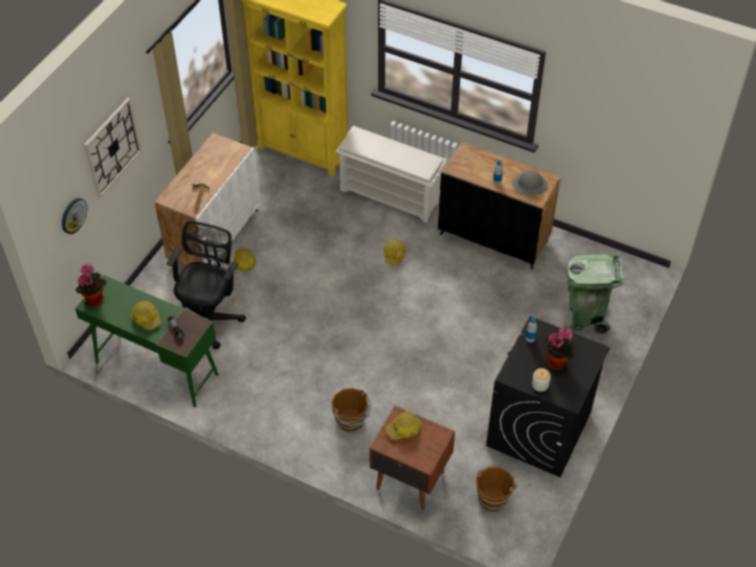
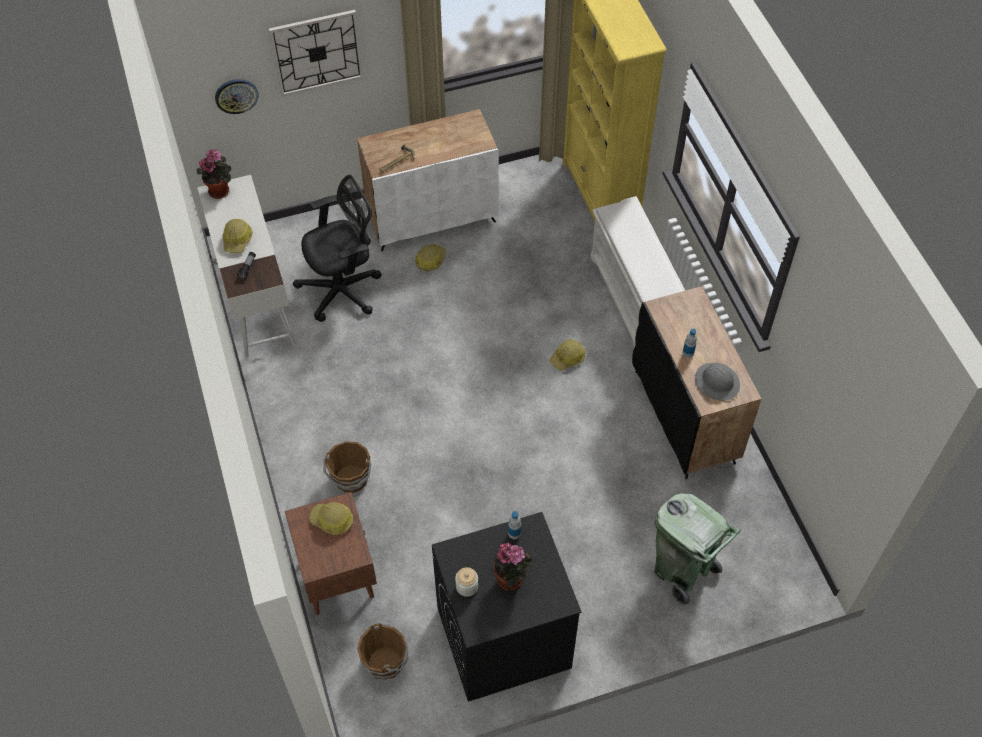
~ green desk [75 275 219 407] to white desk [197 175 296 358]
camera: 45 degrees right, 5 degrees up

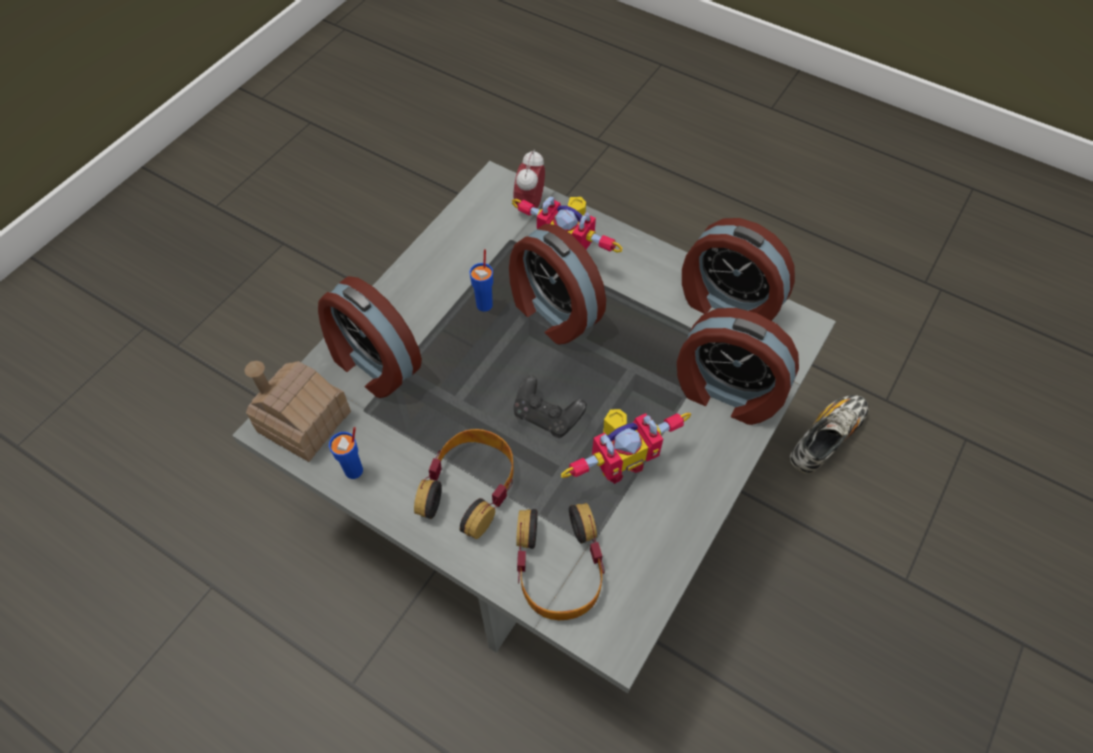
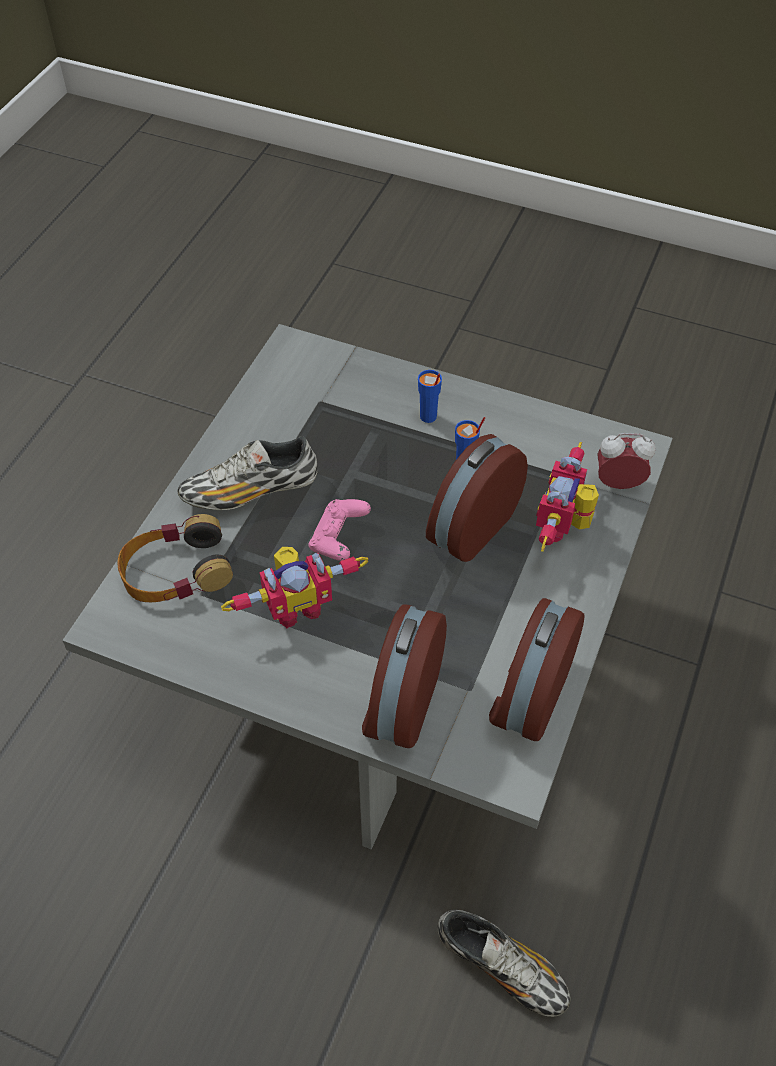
- alarm clock [318 276 422 398]
- toy house [245 361 351 462]
~ black game controller [514 375 587 438] to pink game controller [308 499 371 561]
~ toy robot [561 409 691 484] = [221 547 368 628] 75 degrees counterclockwise
~ blue cup [329 427 363 479] to [418 370 442 423]
~ headphones [414 429 514 539] to shoe [178 436 317 510]
camera: 80 degrees right, 5 degrees down

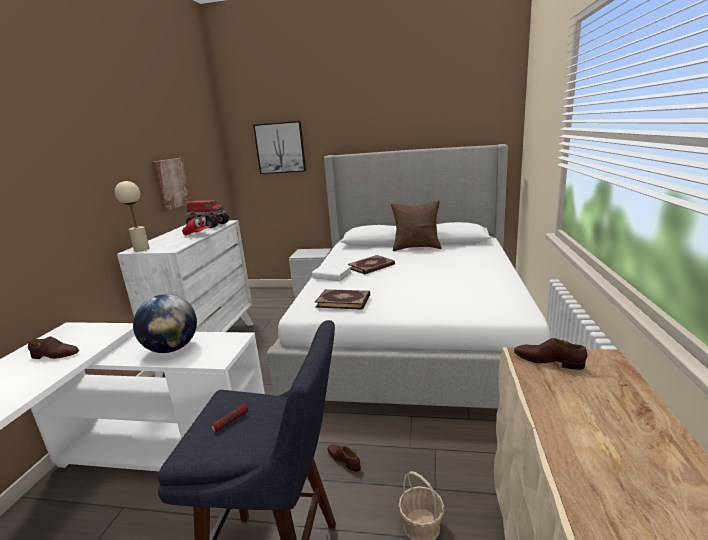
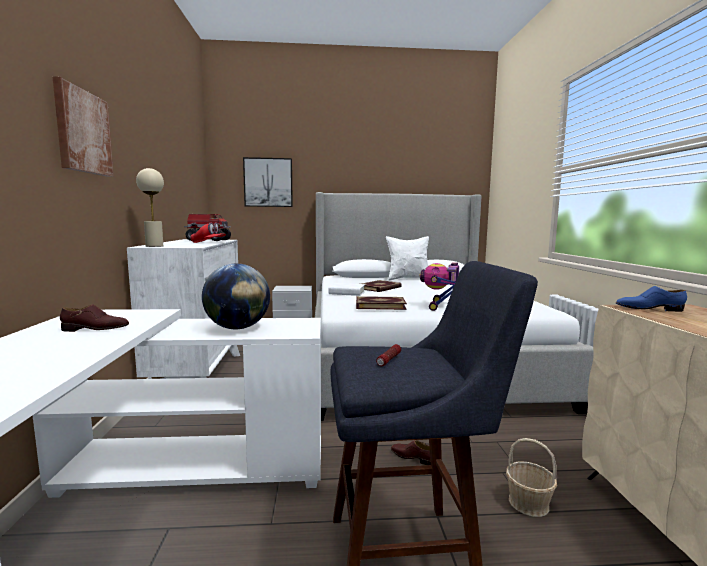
~ picture [152 158 192 212] to [52 76 114 177]
~ brown pillow [391 200 442 251] to white pillow [386 236 429 281]
~ brown shoe [514 338 587 370] to blue shoe [616 286 687 312]
+ toy robot [419 262 459 311]
camera: 15 degrees left, 10 degrees down

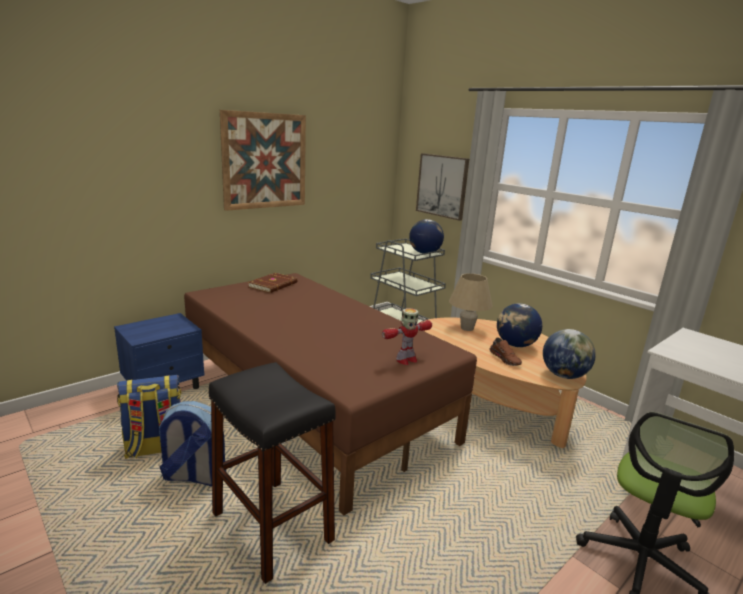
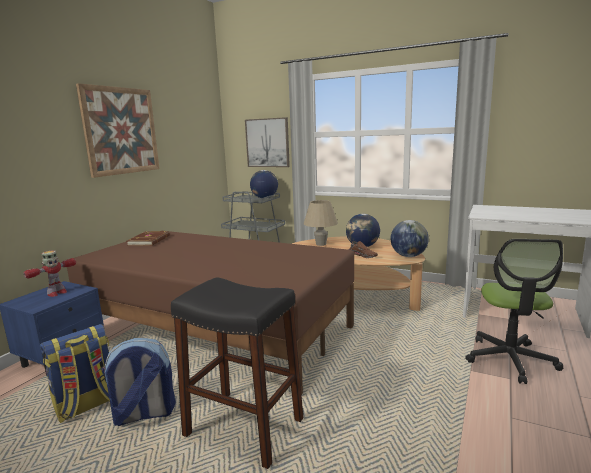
~ toy robot [382 308 432 365] to [23 251 76 297]
camera: 20 degrees left, 5 degrees down

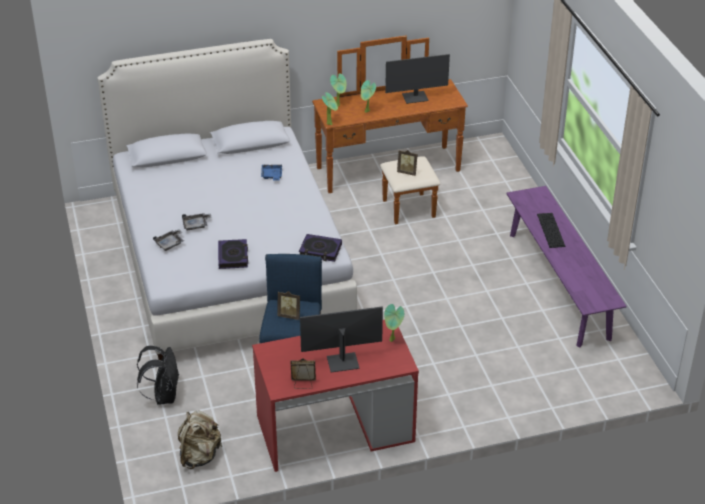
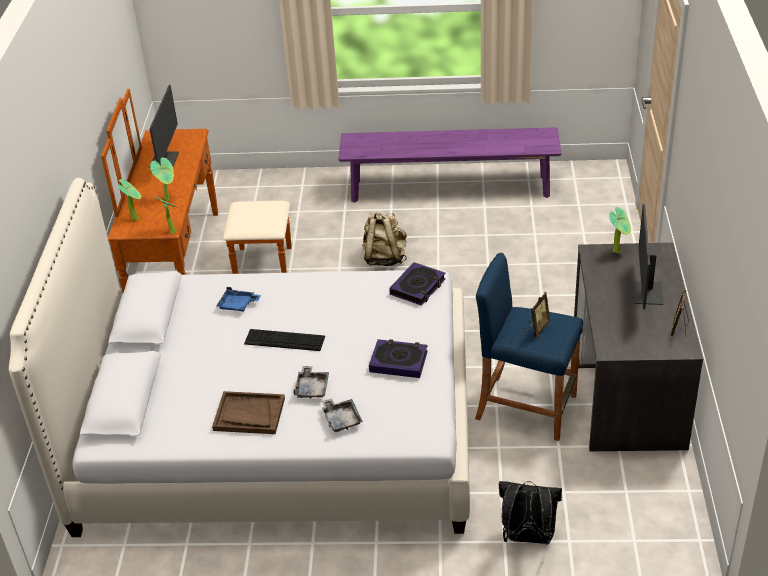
- picture frame [397 150 417 176]
~ keyboard [537 213 565 248] to [244 329 325 351]
~ red desk [252 320 419 472] to grey desk [574 243 703 451]
~ beige backpack [178 411 222 469] to [362 212 407 266]
+ brown tray [212 391 285 434]
camera: 70 degrees left, 0 degrees up

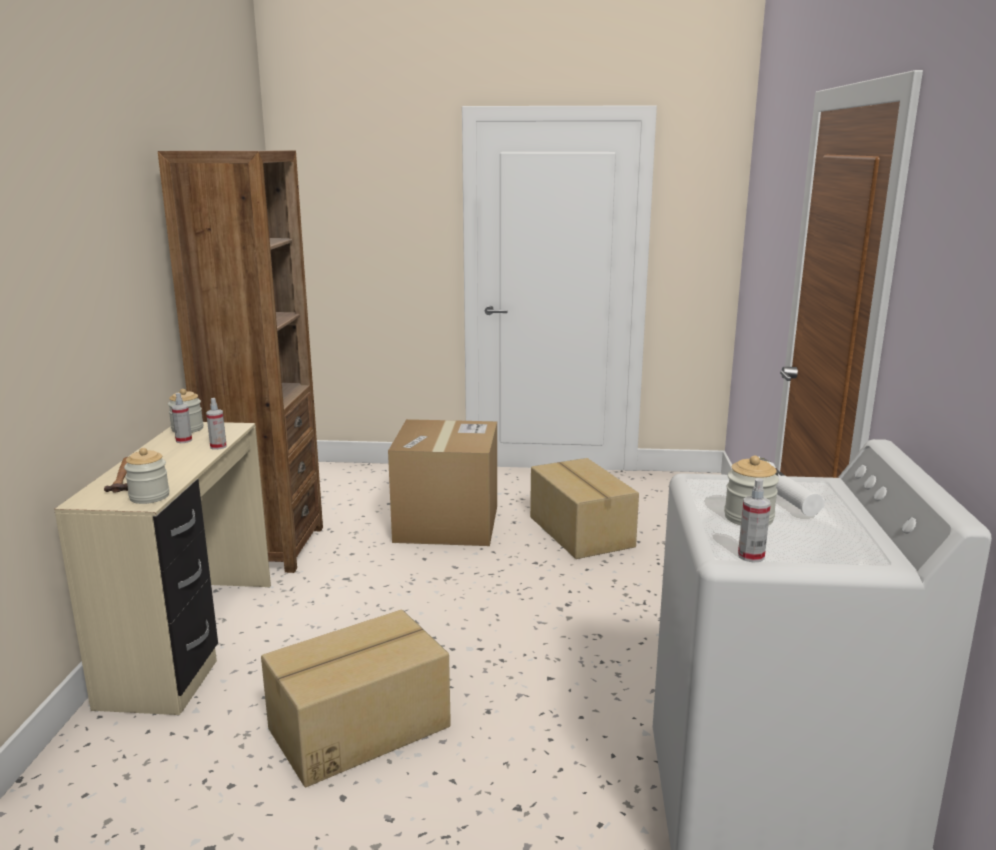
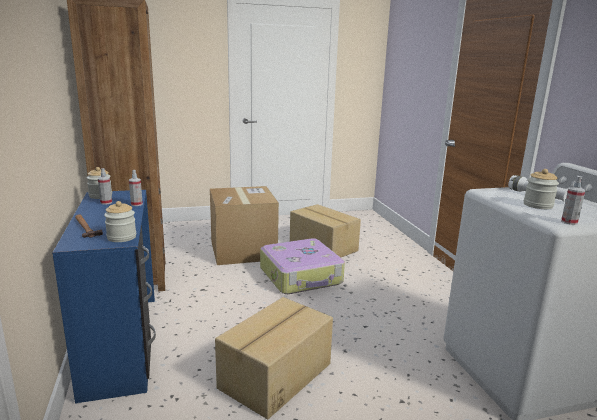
~ beige desk [54 422 271 716] to blue desk [52 190 156 404]
+ suitcase [260 238 345 294]
camera: 20 degrees left, 0 degrees up

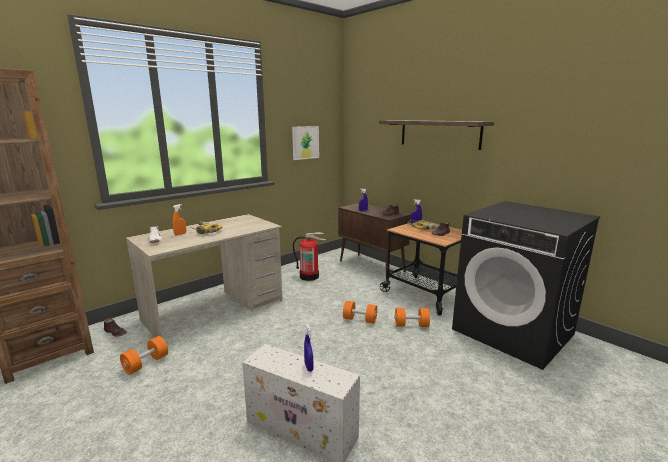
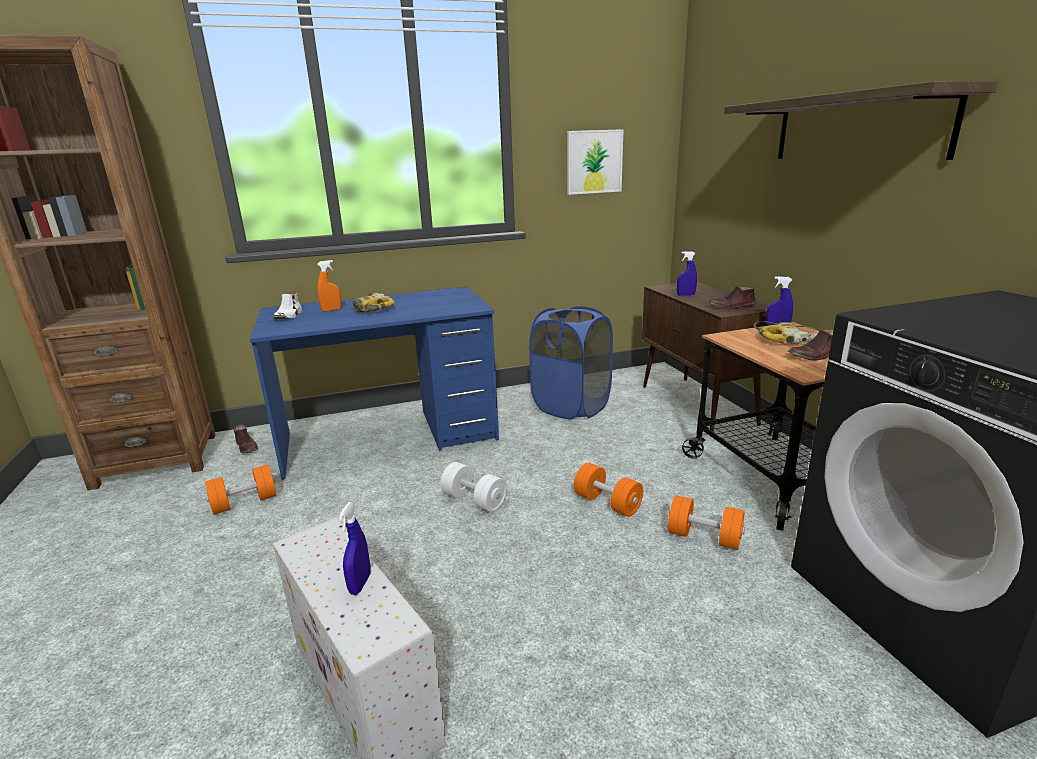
~ beige desk [126 214 282 338] to blue desk [250 287 499 480]
~ fire extinguisher [293 232 326 281] to blue laundry basket [529 306 613 419]
+ white dumbbell [440 462 507 512]
camera: 25 degrees right, 5 degrees up

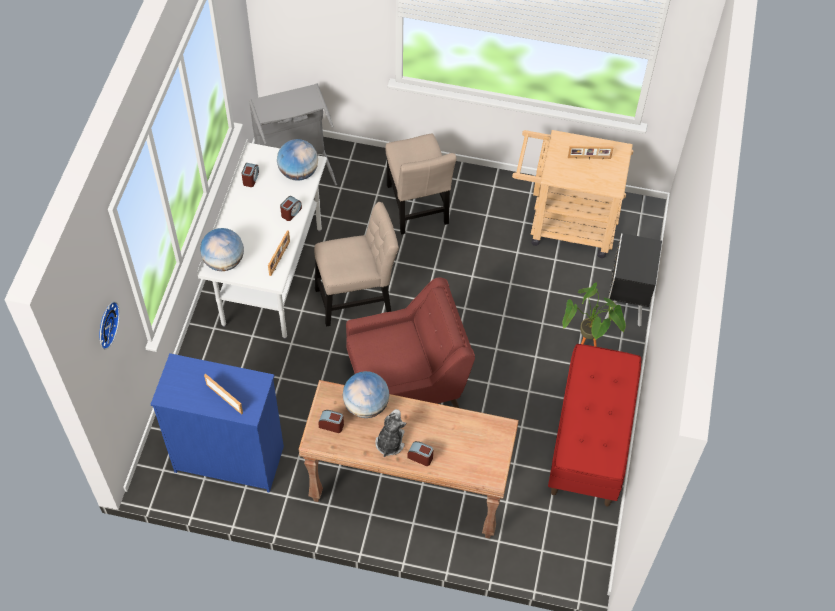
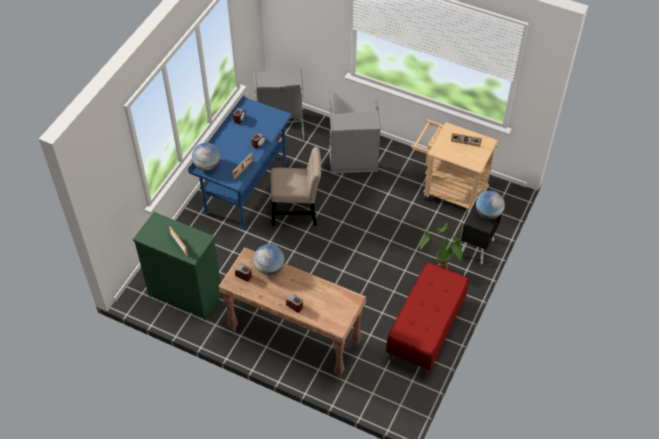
~ beige chair [386 134 457 235] to grey laundry basket [329 100 381 174]
~ white desk [197 139 327 339] to blue desk [188 95 292 228]
~ globe [277 139 318 181] to [476 191 505 219]
- red armchair [346 277 475 408]
- wall clock [99 301 120 350]
~ blue dresser [151 353 284 493] to green dresser [133 212 222 320]
- plush toy [375 409 406 457]
camera: 15 degrees right, 5 degrees down

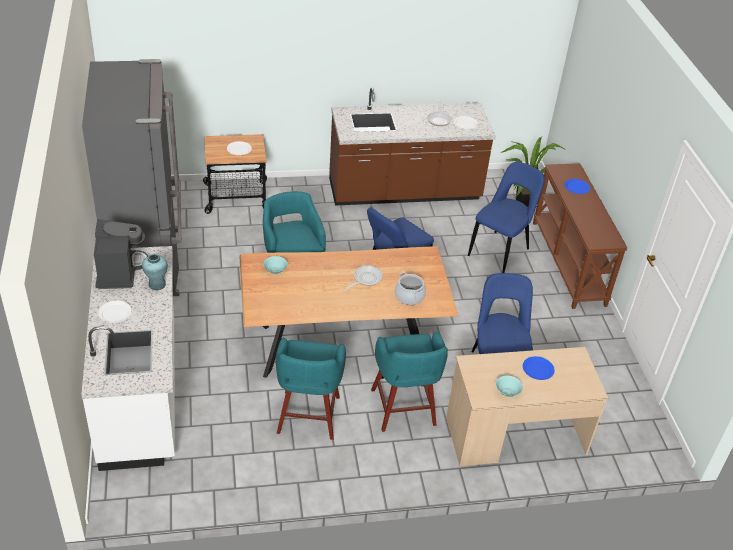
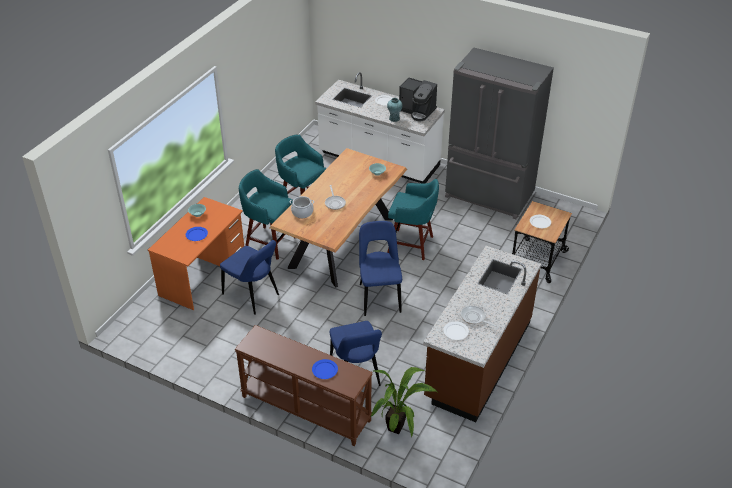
~ beige desk [446 347 608 466] to orange desk [148 197 244 310]
camera: 130 degrees right, 0 degrees up

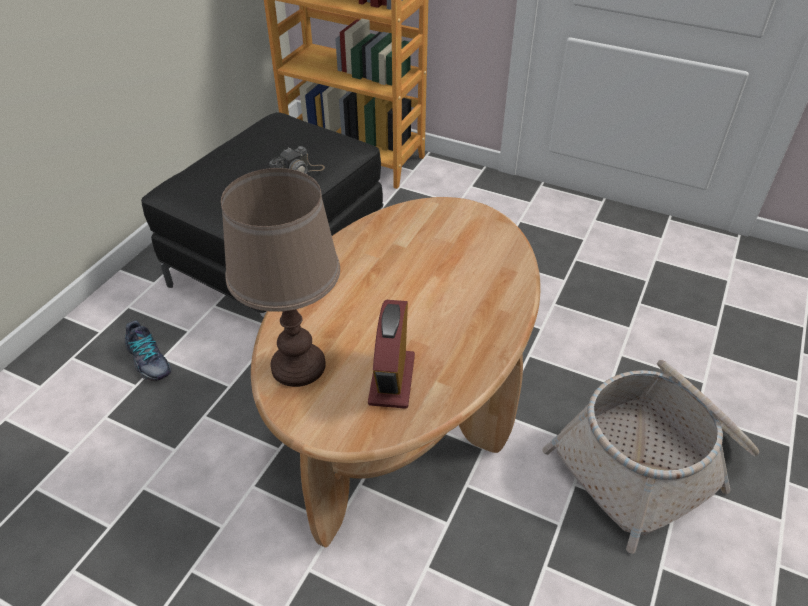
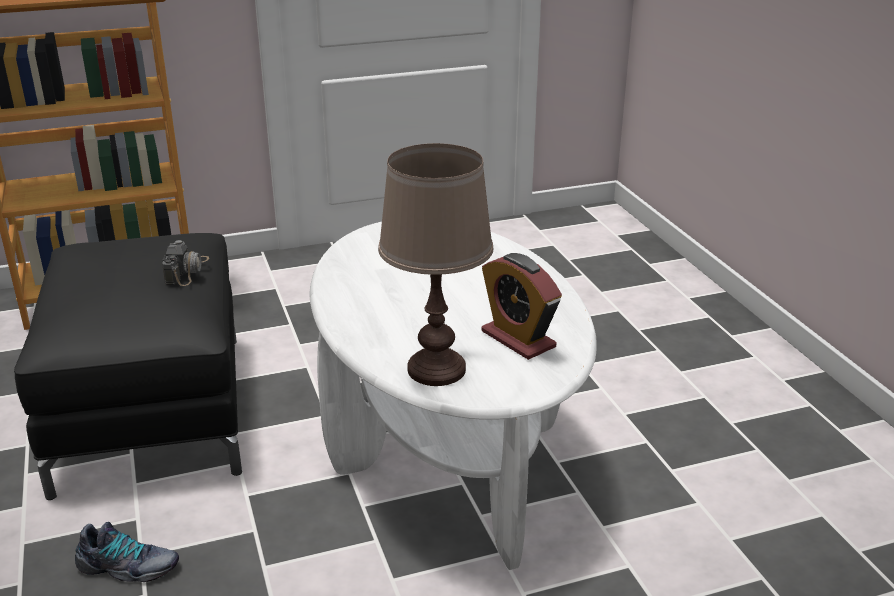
~ brown coffee table [251 197 540 548] to white coffee table [310 222 597 570]
- basket [542 360 760 554]
camera: 45 degrees left, 15 degrees down

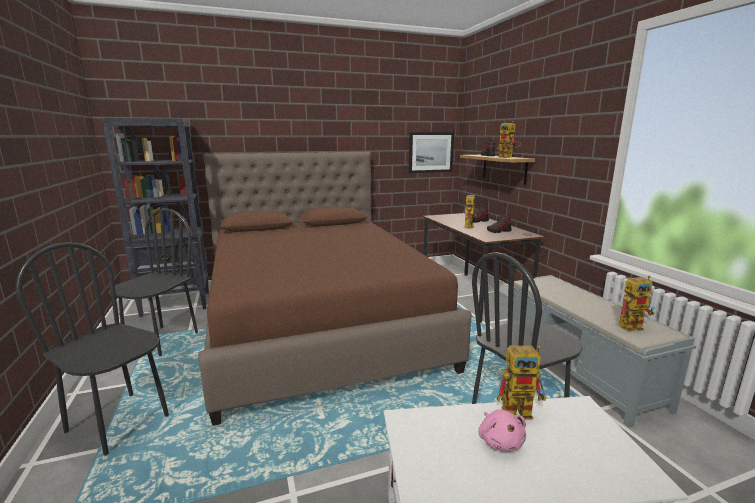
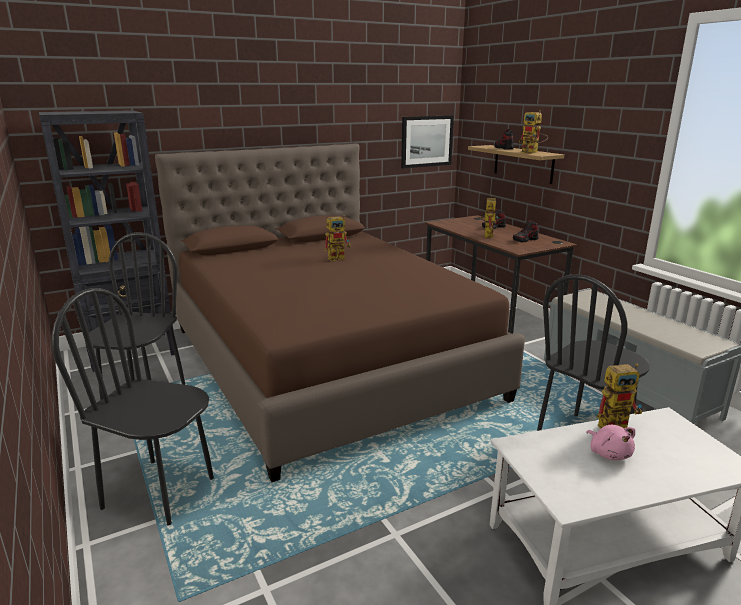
~ toy robot [618 276 655 332] to [324 215 351 262]
camera: 10 degrees left, 5 degrees up

